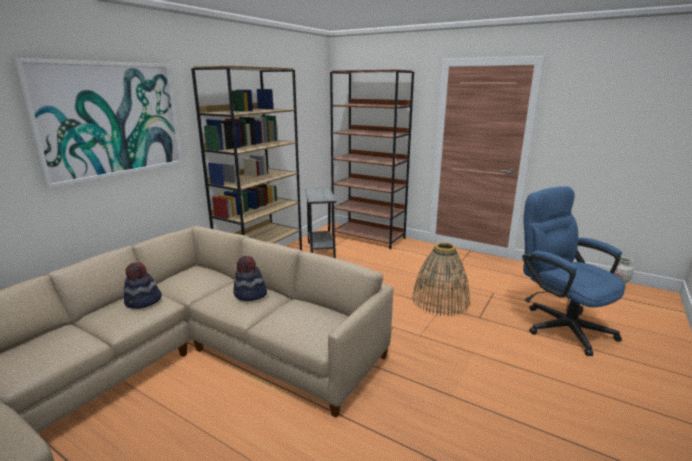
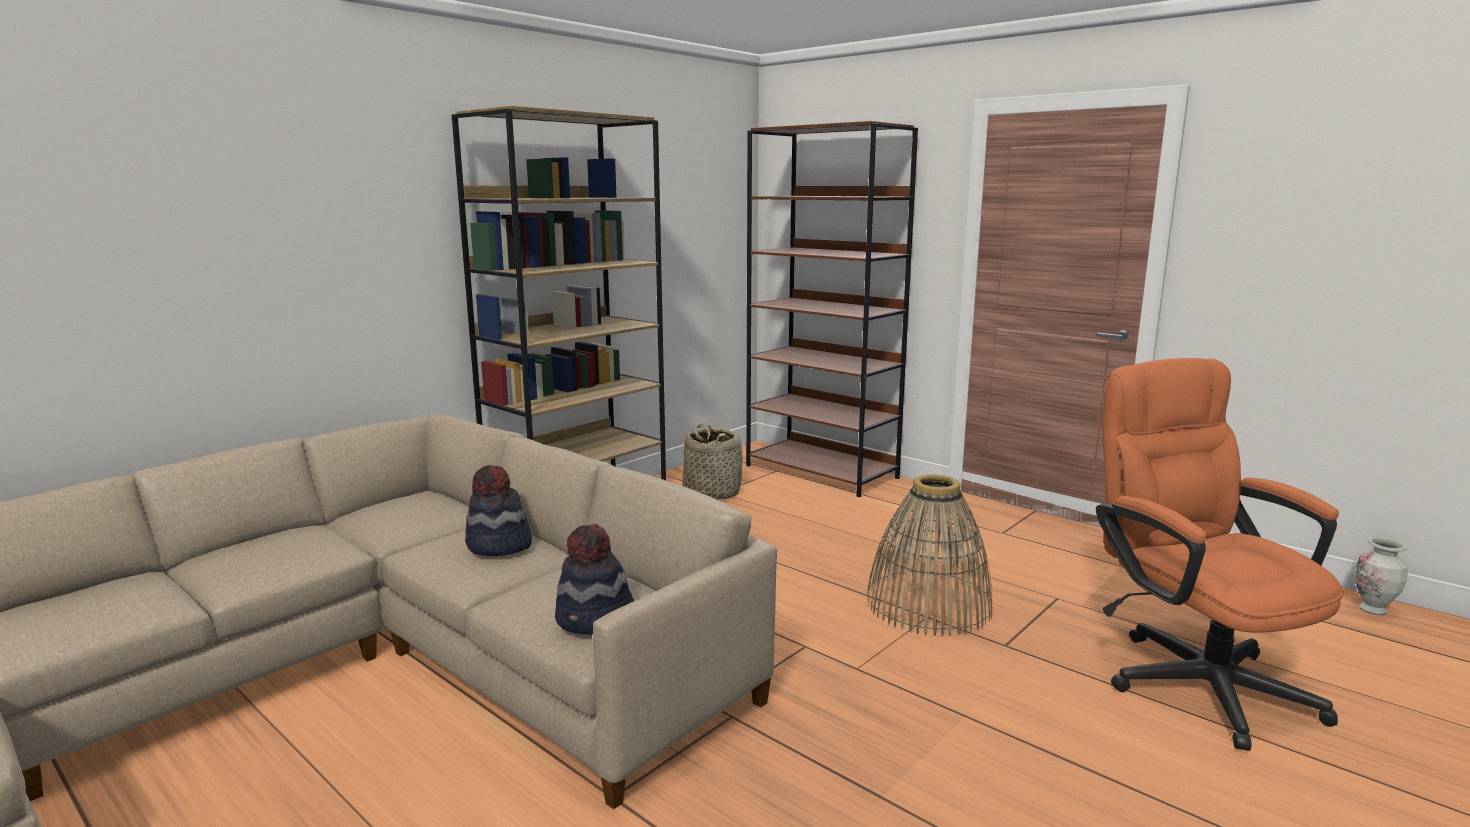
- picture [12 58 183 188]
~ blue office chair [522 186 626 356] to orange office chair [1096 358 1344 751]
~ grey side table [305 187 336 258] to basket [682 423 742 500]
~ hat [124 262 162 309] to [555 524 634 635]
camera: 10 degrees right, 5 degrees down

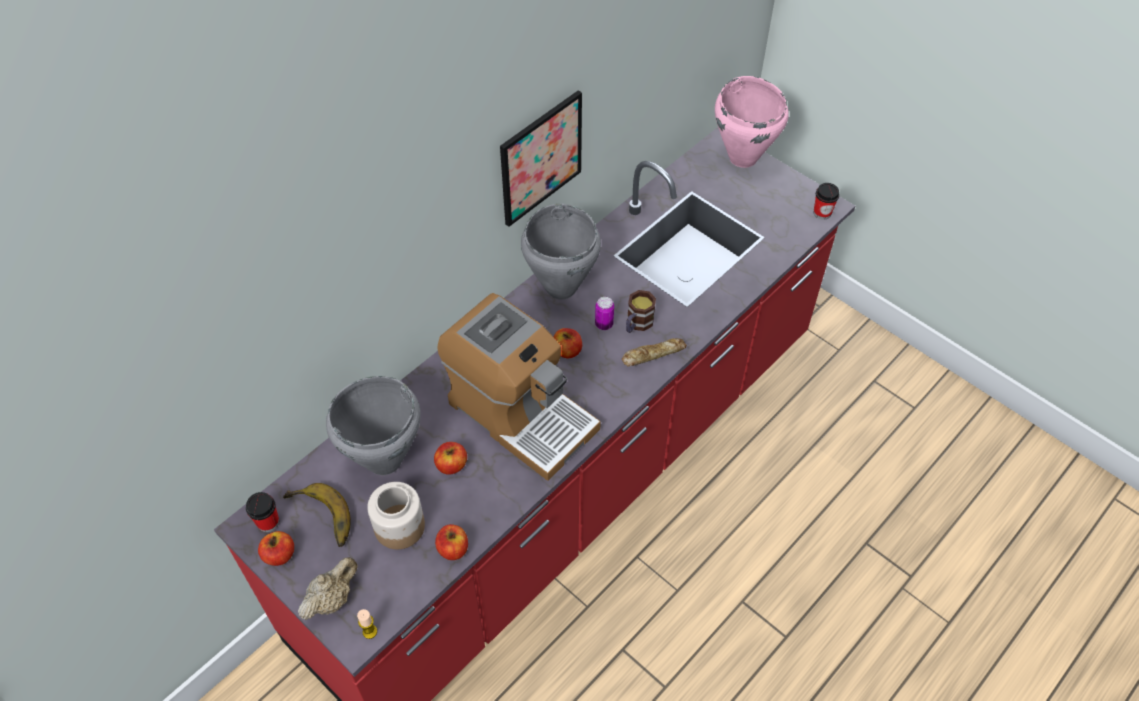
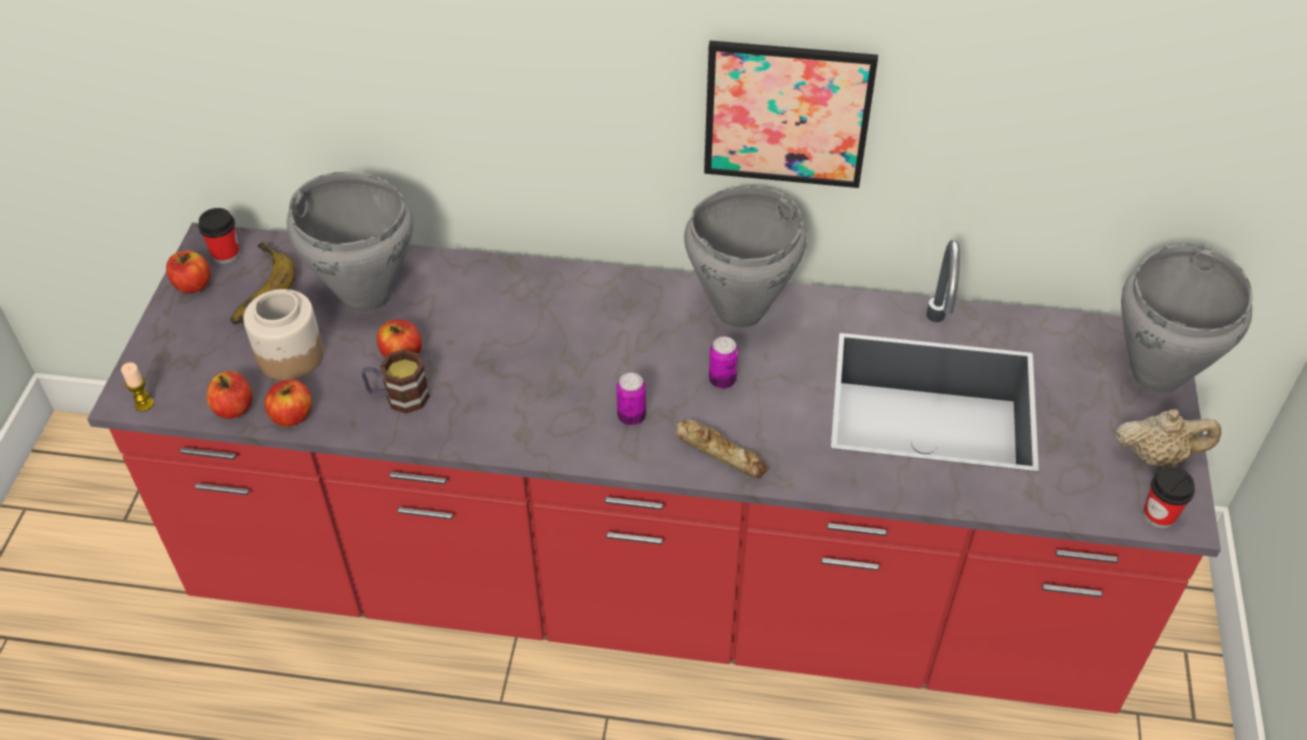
~ pink cooking pot [715 76 789 168] to grey cooking pot [1121 244 1252 394]
~ mug [626 290 656 333] to [362 349 430 414]
- coffee machine [437 293 601 481]
~ apple [553 328 582 358] to [207 371 253 419]
~ beige teapot [298 557 357 620] to [1116 409 1221 467]
+ can [617 373 646 425]
camera: 55 degrees right, 5 degrees down

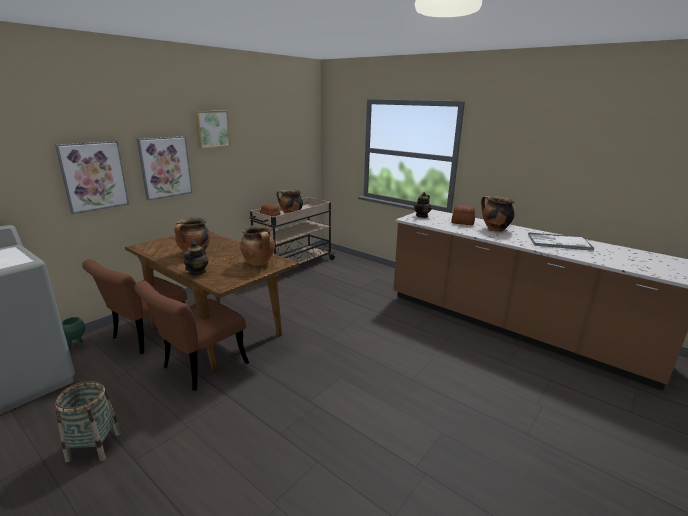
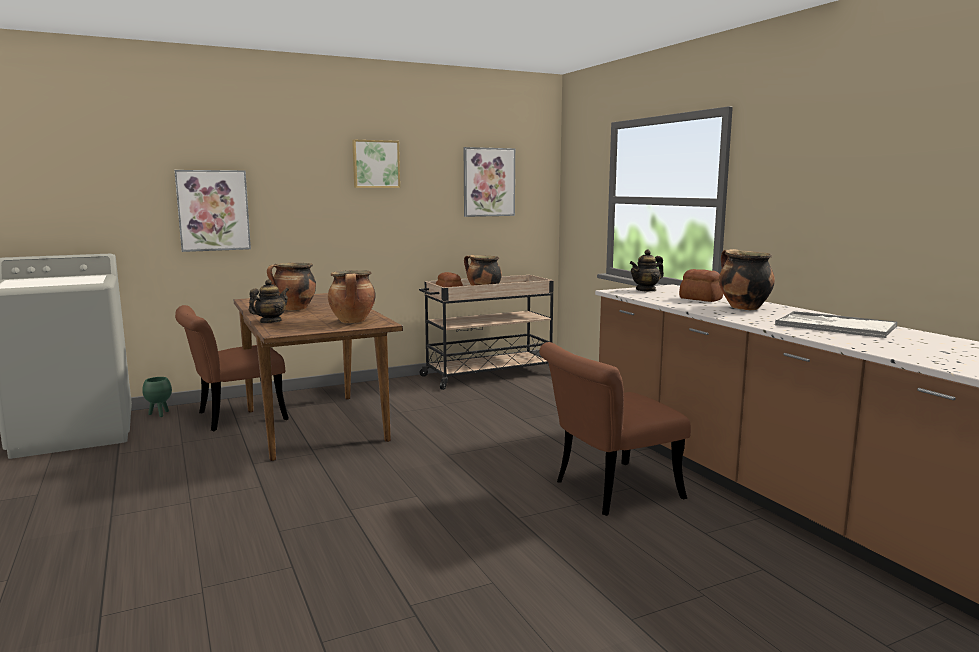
~ picture [137 136 192 201] to [464 147 515 217]
~ brown chair [134 281 249 391] to [539 342 691 516]
- basket [55 381 121 462]
camera: 25 degrees right, 10 degrees down

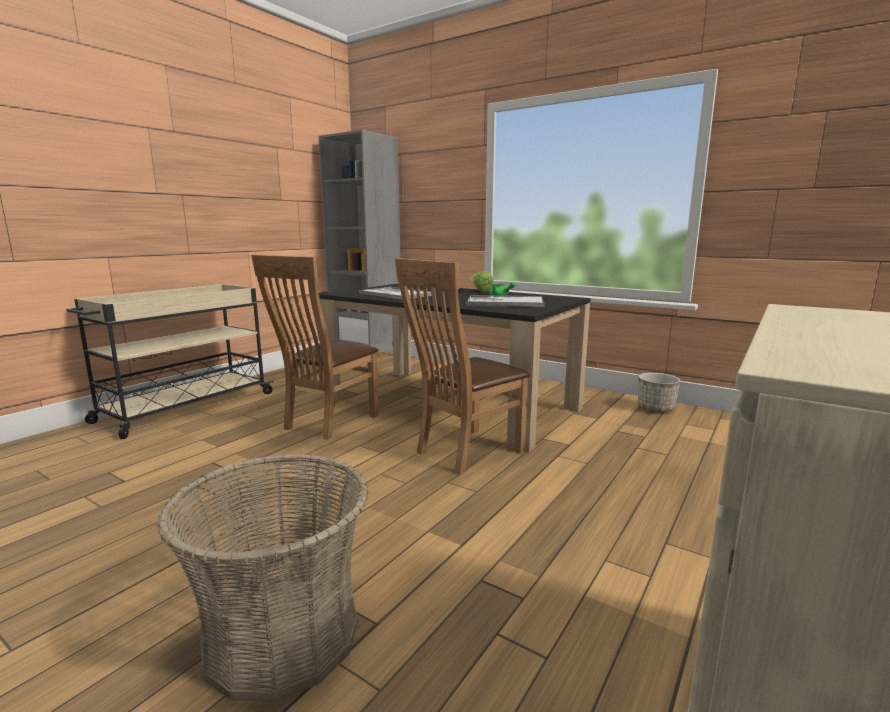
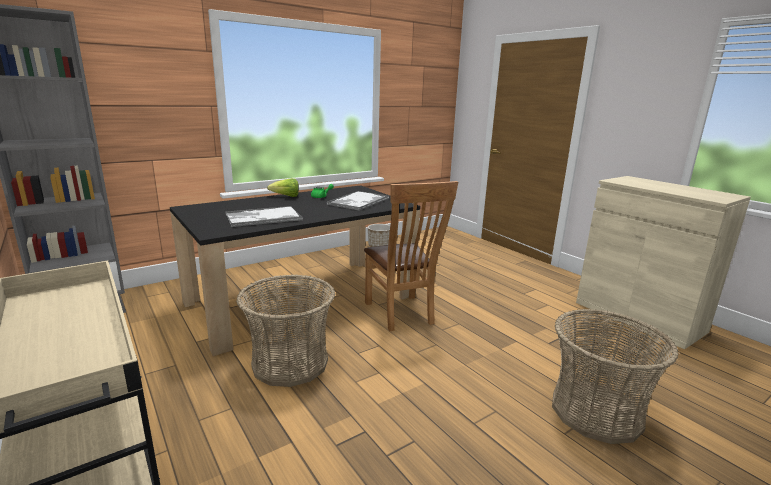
~ brown chair [251 255 379 440] to basket [236 275 335 387]
camera: 70 degrees left, 5 degrees up

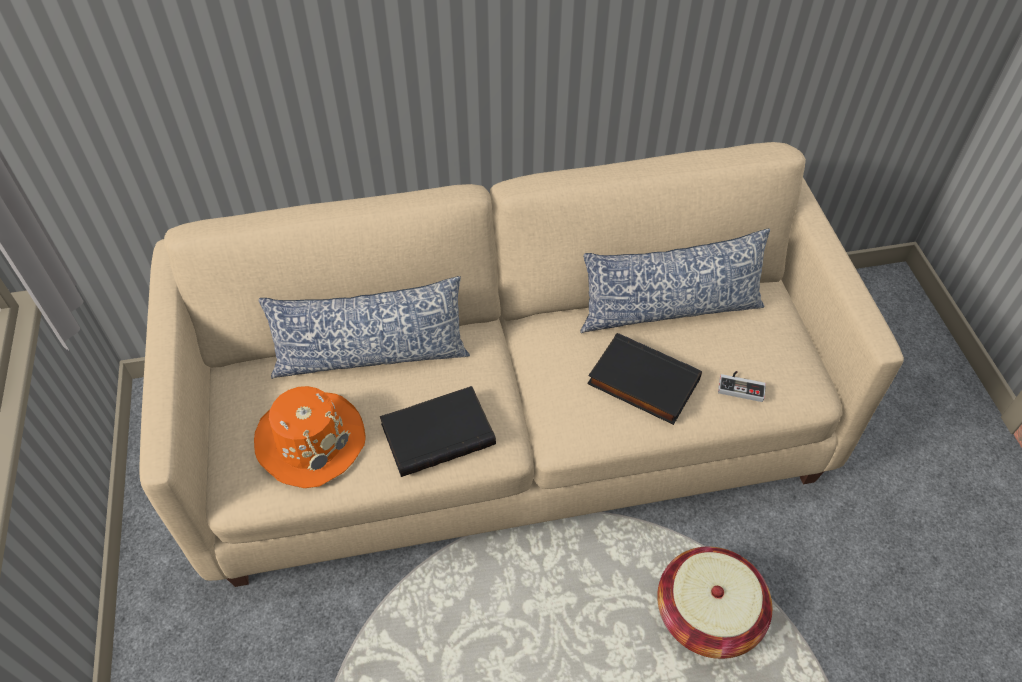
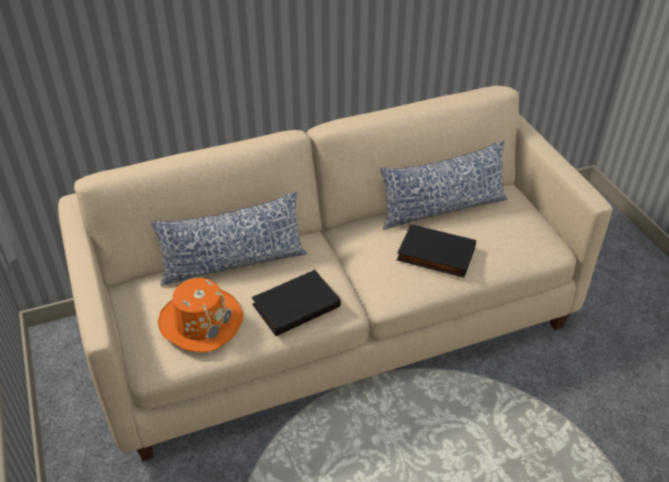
- game controller [718 371 766 402]
- basket [657 547 772 659]
camera: 10 degrees left, 10 degrees down

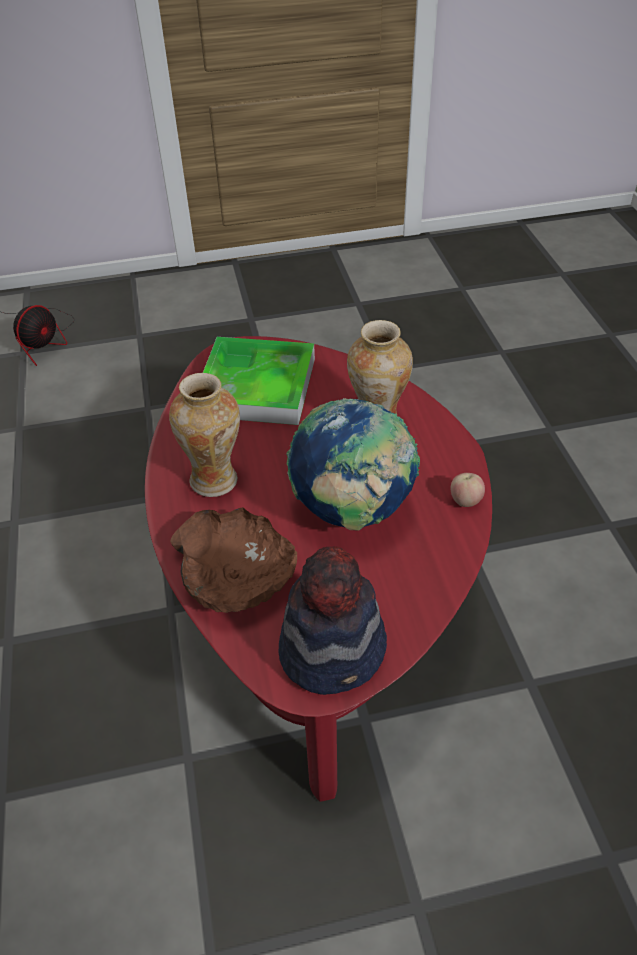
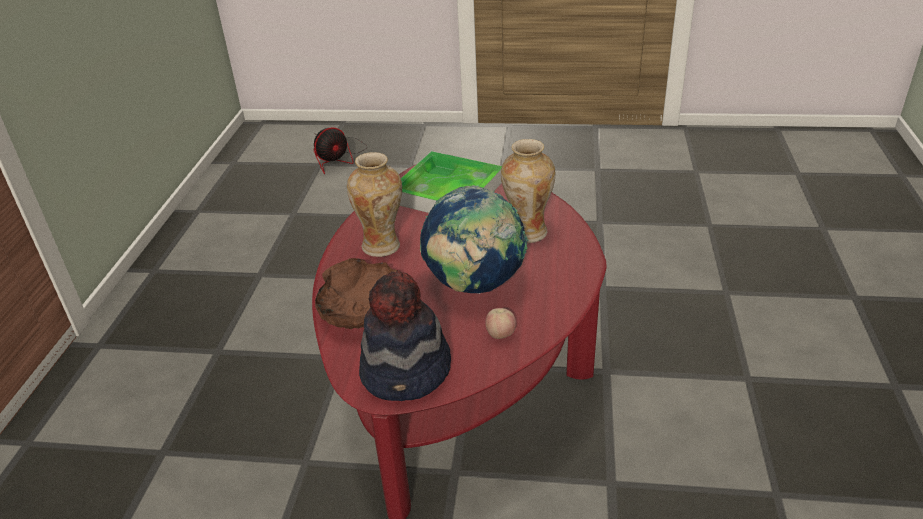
~ apple [451 473 485 507] to [485 308 516 339]
camera: 20 degrees right, 10 degrees down

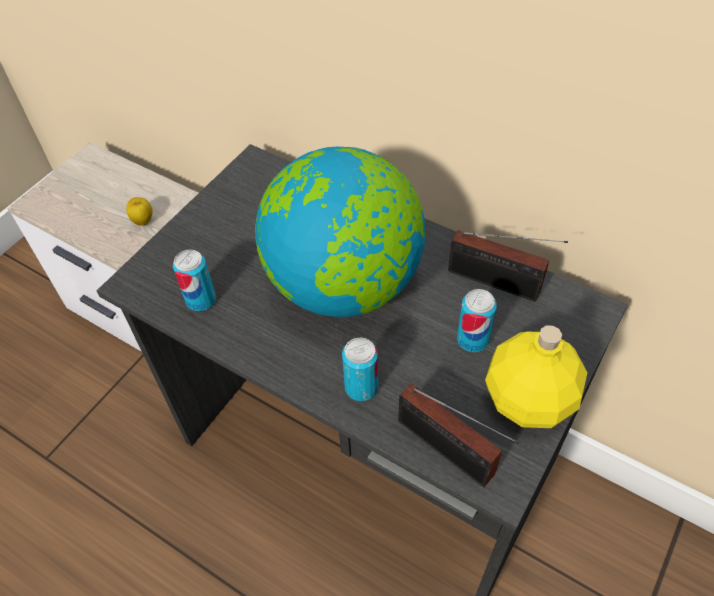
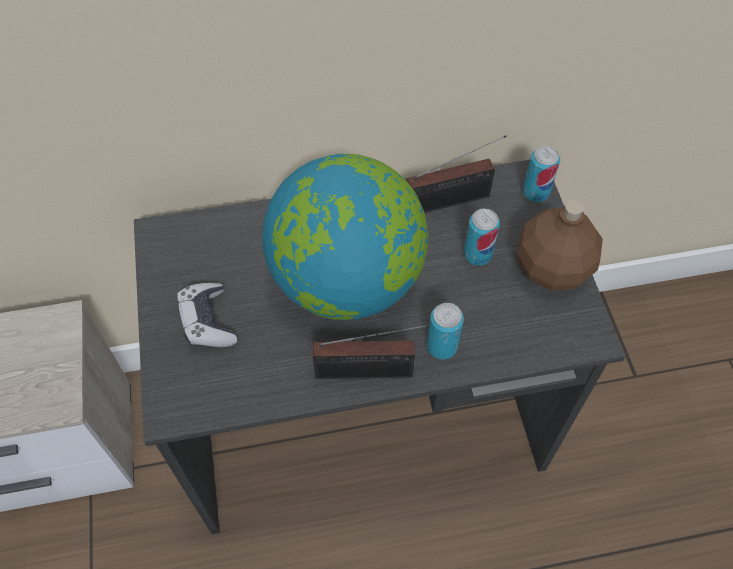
- apple [126 197 153 226]
~ can [173 249 216 311] to [523 145 560 202]
~ yellow bottle [485 325 587 428] to brown bottle [517 200 603 290]
~ radio [398 384 519 487] to [313 324 429 379]
+ game controller [176 283 237 347]
camera: 45 degrees left, 5 degrees up

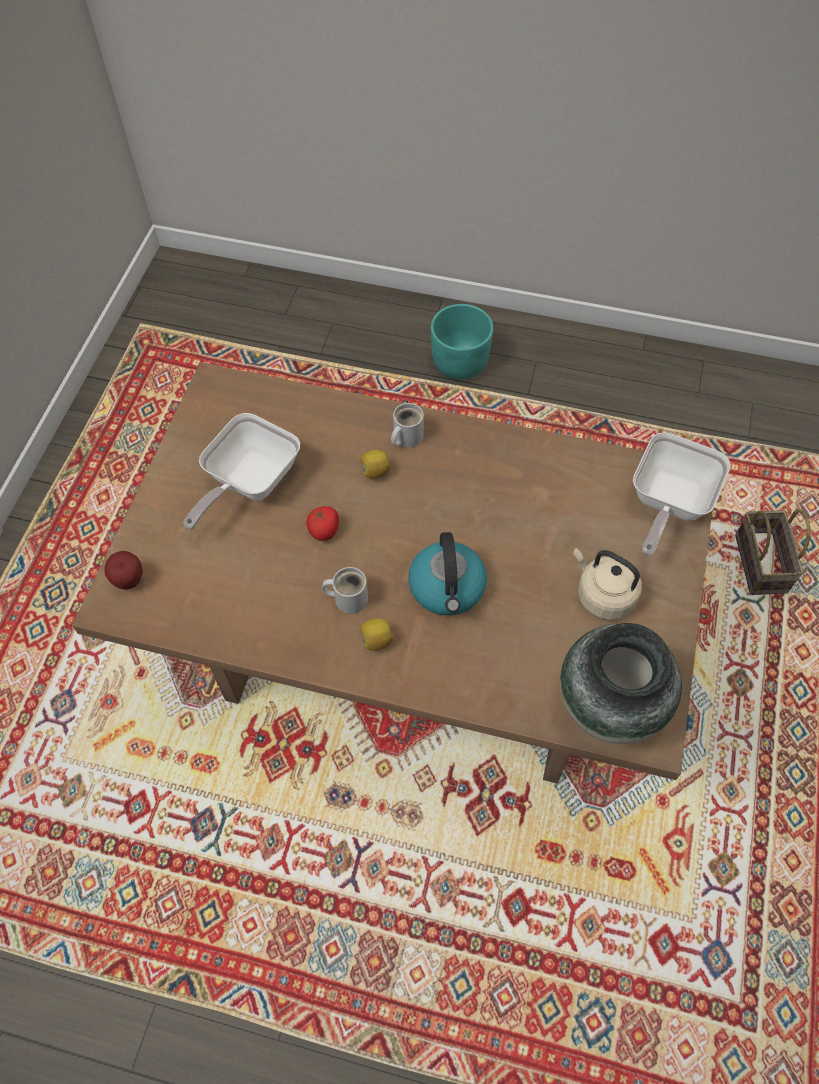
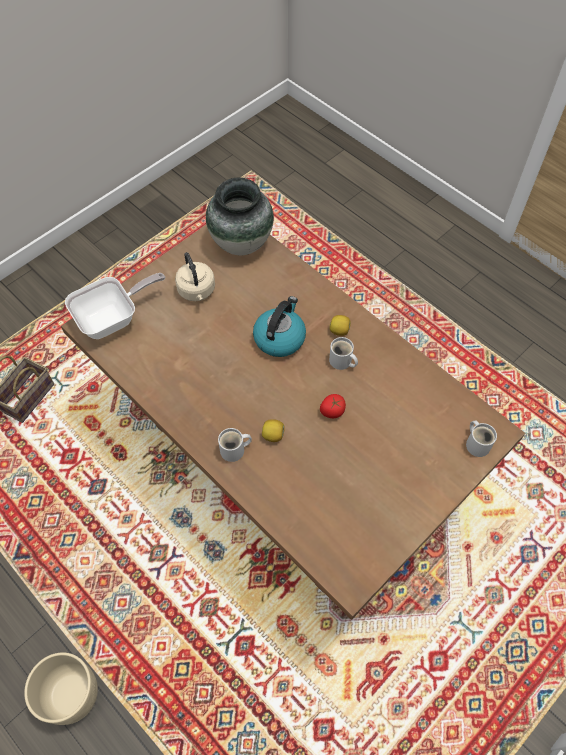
~ turquoise planter [431 304 493 380] to beige planter [24 652 98 725]
- frying pan [183 413 300 530]
~ apple [104 551 143 590] to white mug [466 420 497 457]
camera: 150 degrees left, 0 degrees up

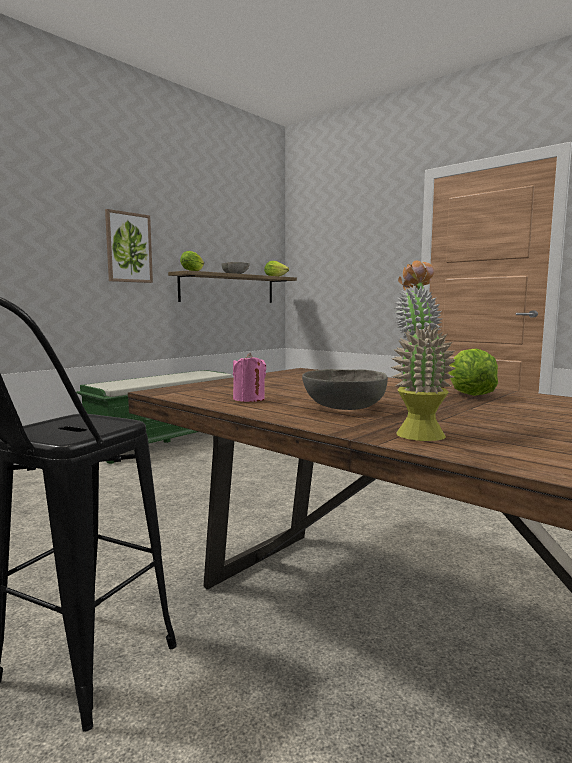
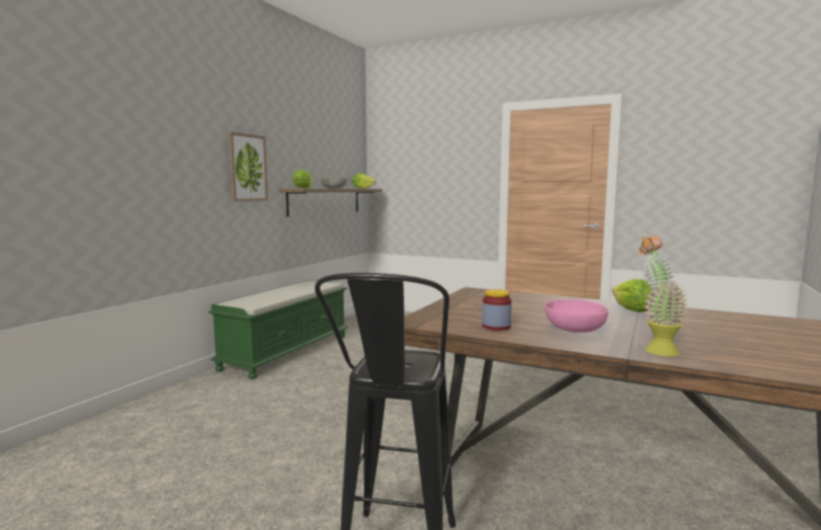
~ pink candle [233 353 266 402] to jar [482 289 512 331]
~ grey bowl [302 369 388 410] to pink bowl [544 300 608 333]
camera: 15 degrees left, 0 degrees up

